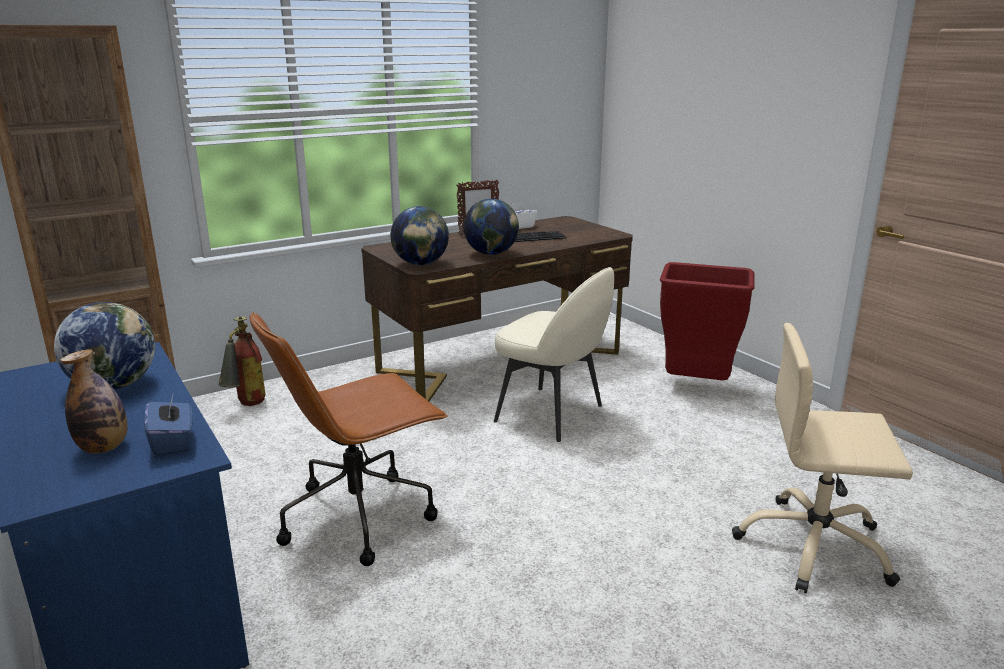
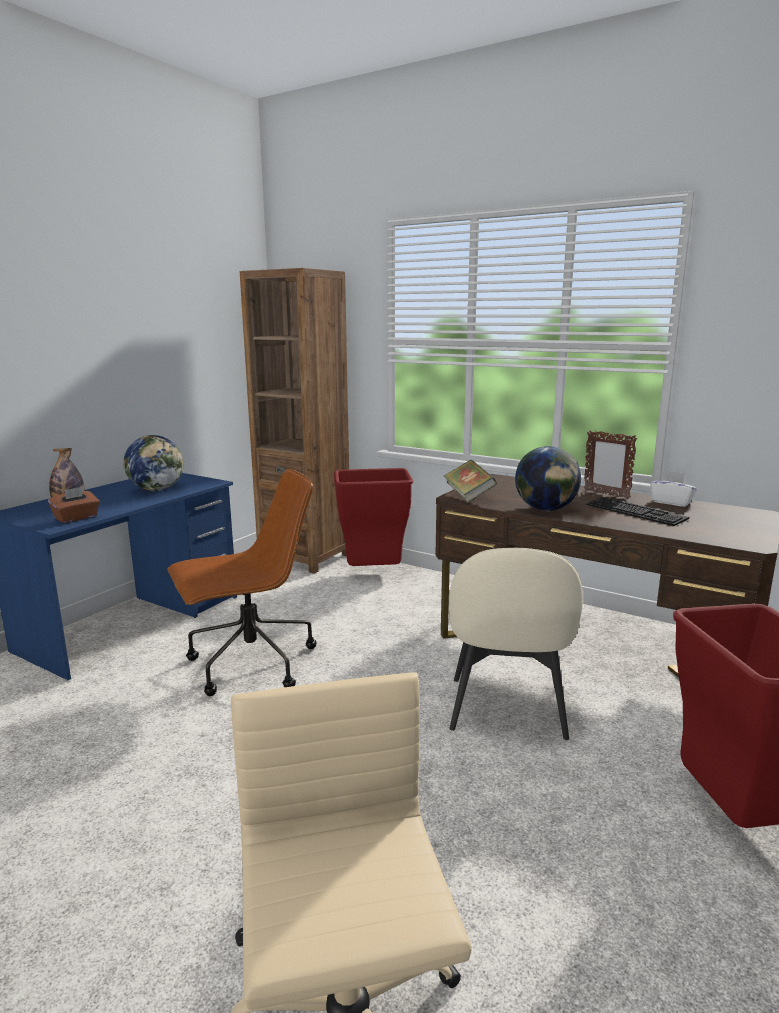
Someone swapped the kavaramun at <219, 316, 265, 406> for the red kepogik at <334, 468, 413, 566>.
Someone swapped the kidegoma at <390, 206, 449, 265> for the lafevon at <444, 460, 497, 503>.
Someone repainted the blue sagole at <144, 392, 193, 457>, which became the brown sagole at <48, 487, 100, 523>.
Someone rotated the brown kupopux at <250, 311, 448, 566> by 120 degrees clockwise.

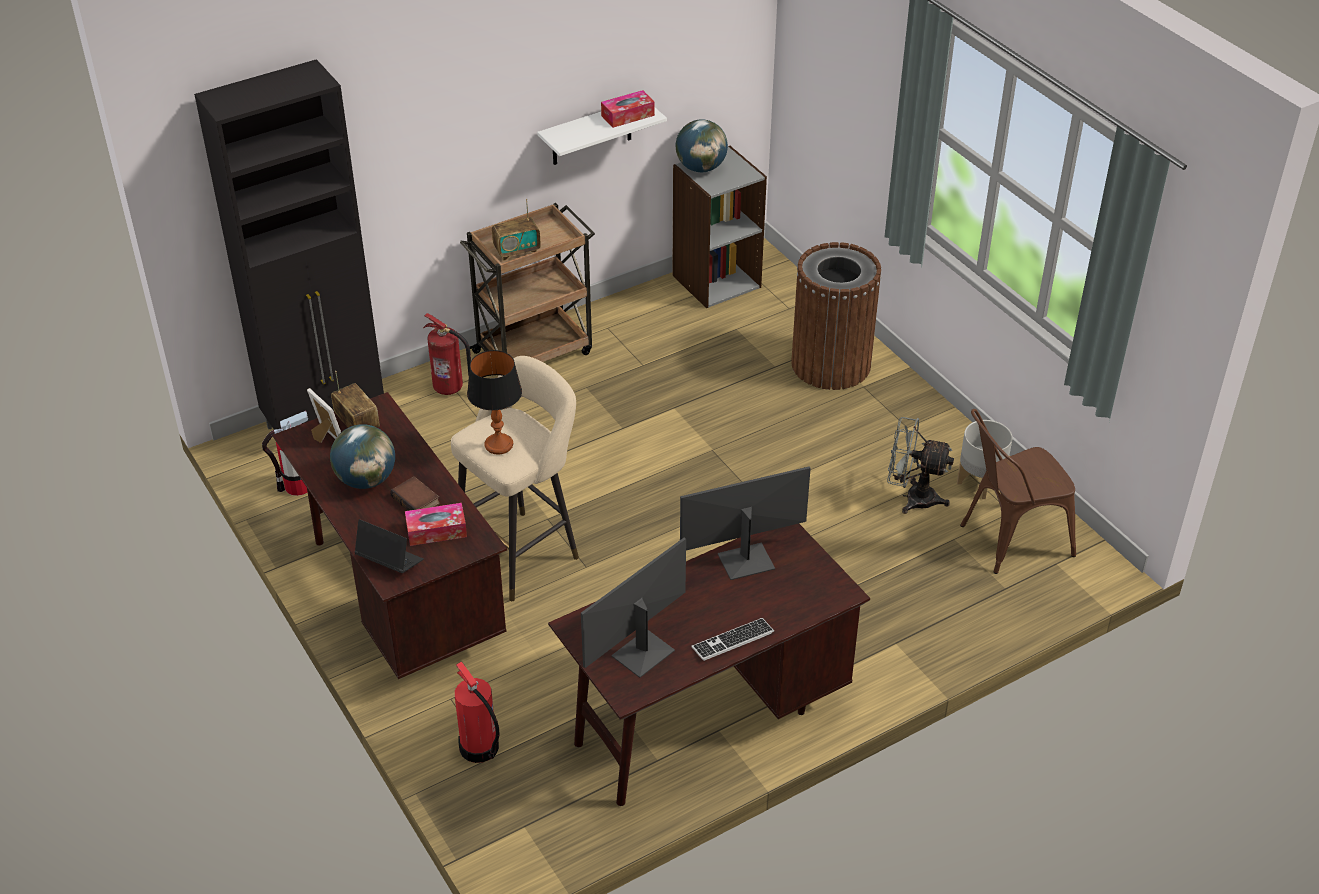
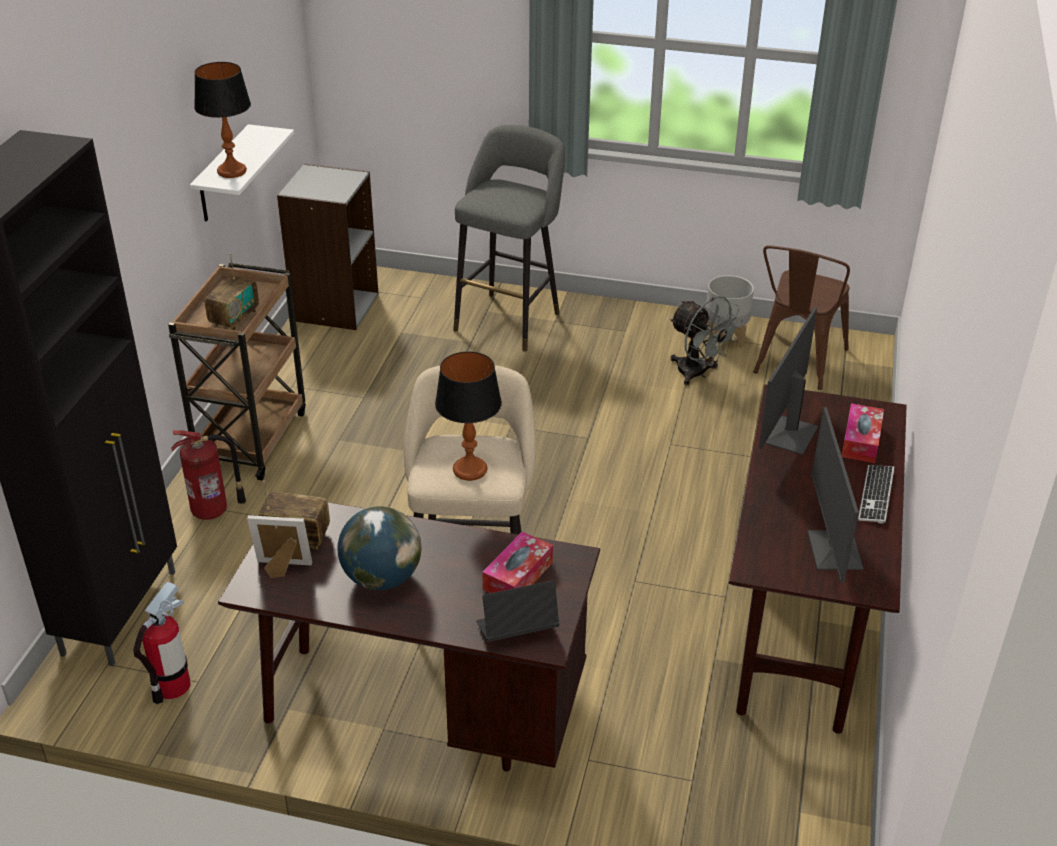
Someone took away the lafevon at <390, 476, 440, 511>.
Someone took away the kavaramun at <455, 661, 499, 763>.
Someone took away the kidegoma at <676, 119, 728, 172>.
Someone put down the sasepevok at <194, 62, 251, 178>.
Someone carried the sagole from <601, 90, 655, 128> to <842, 403, 884, 463>.
Someone swapped the brown kepogik at <791, 242, 881, 390> for the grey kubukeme at <453, 125, 565, 352>.
Someone rotated the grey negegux at <887, 417, 954, 514> by 105 degrees counterclockwise.

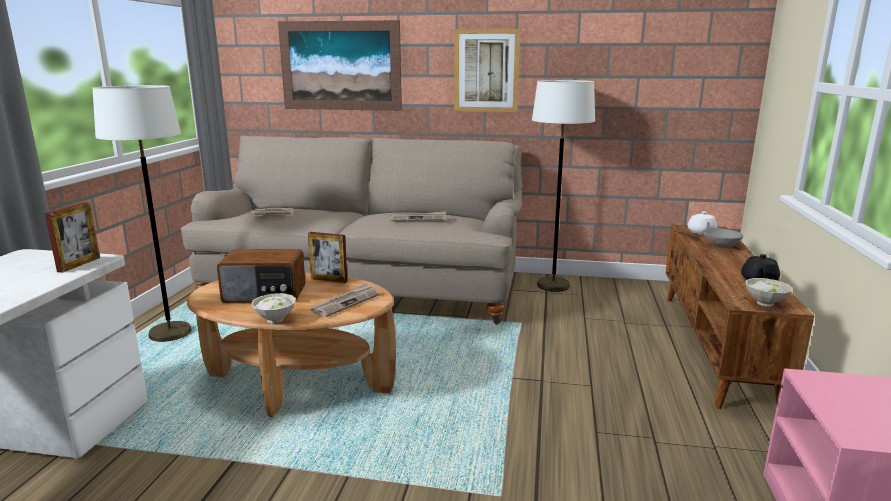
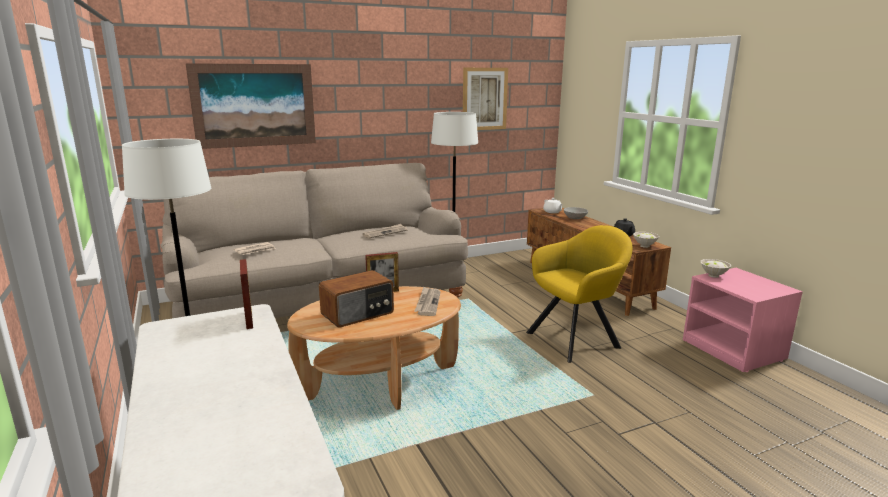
Someone put down the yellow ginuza at <526, 225, 633, 363>.
Someone carried the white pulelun from <251, 293, 296, 323> to <701, 259, 731, 278>.
Someone carried the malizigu from <454, 29, 520, 112> to <463, 68, 508, 130>.

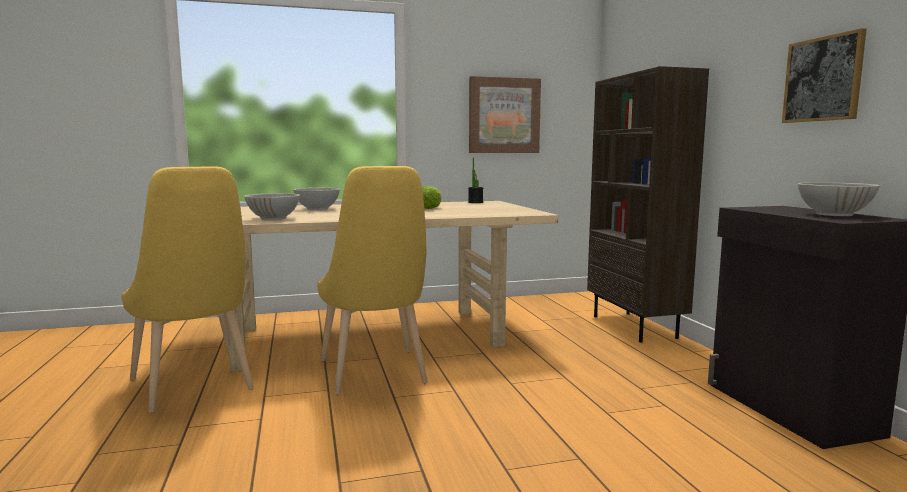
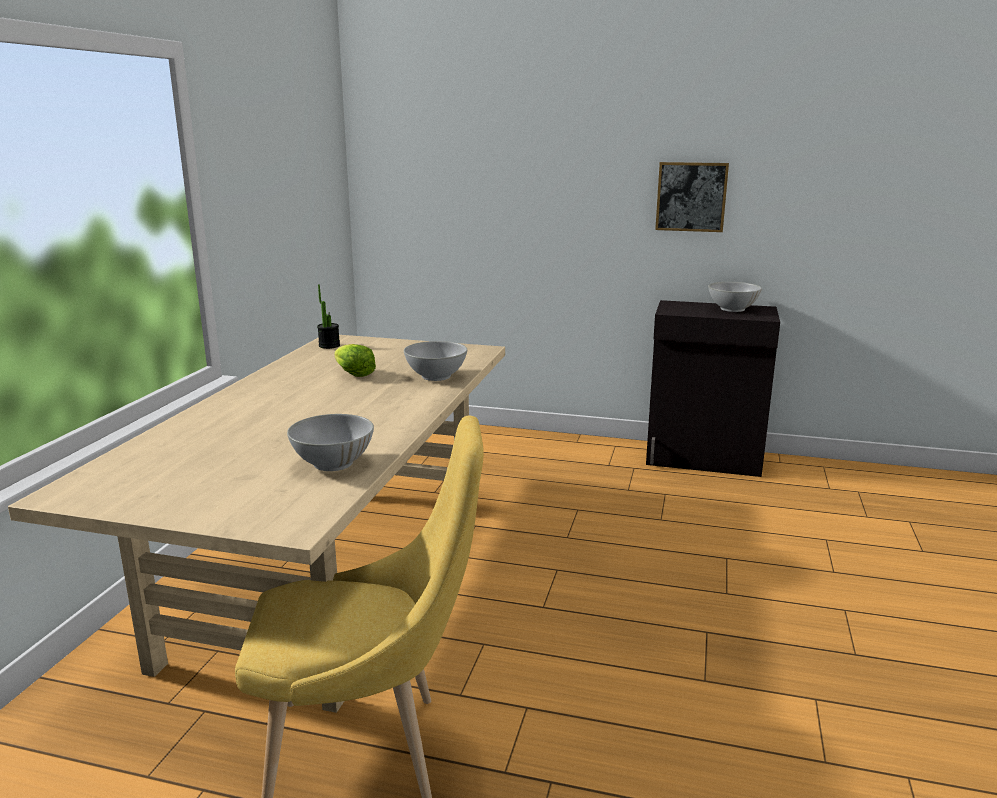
Someone took away the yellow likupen at <317, 166, 427, 395>.
Someone took away the malizigu at <469, 76, 541, 153>.
Someone took away the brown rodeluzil at <587, 66, 709, 342>.
Someone carried the white pulelun from <293, 188, 340, 210> to <404, 341, 467, 381>.

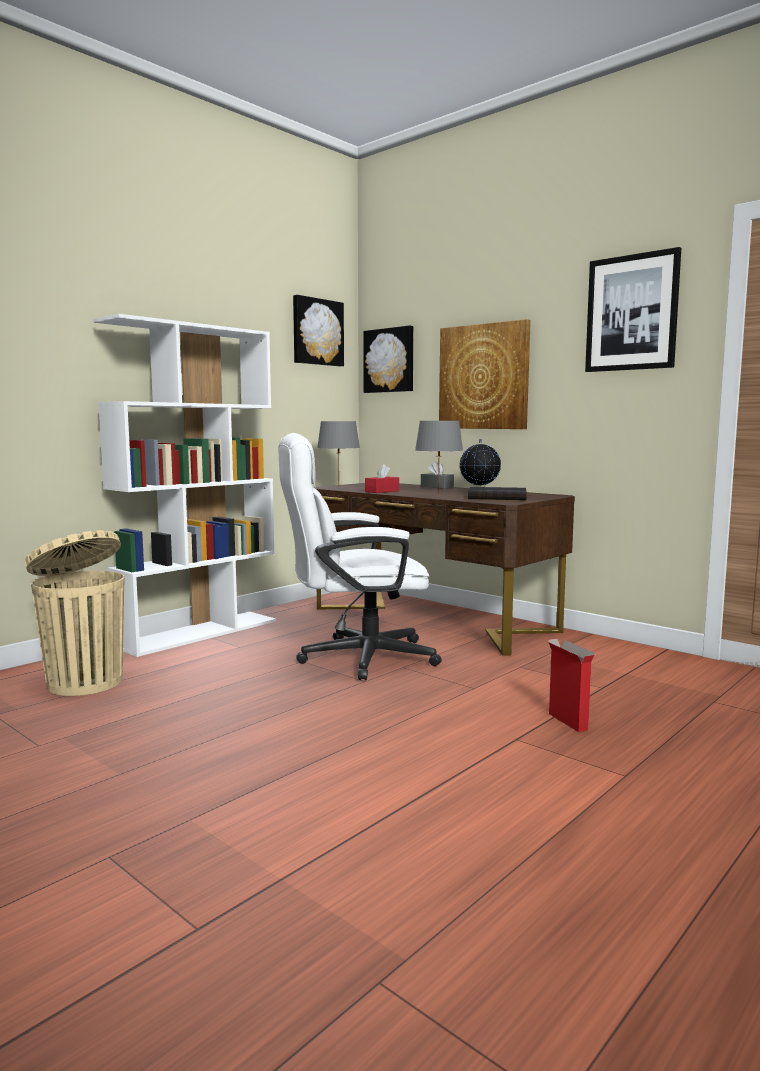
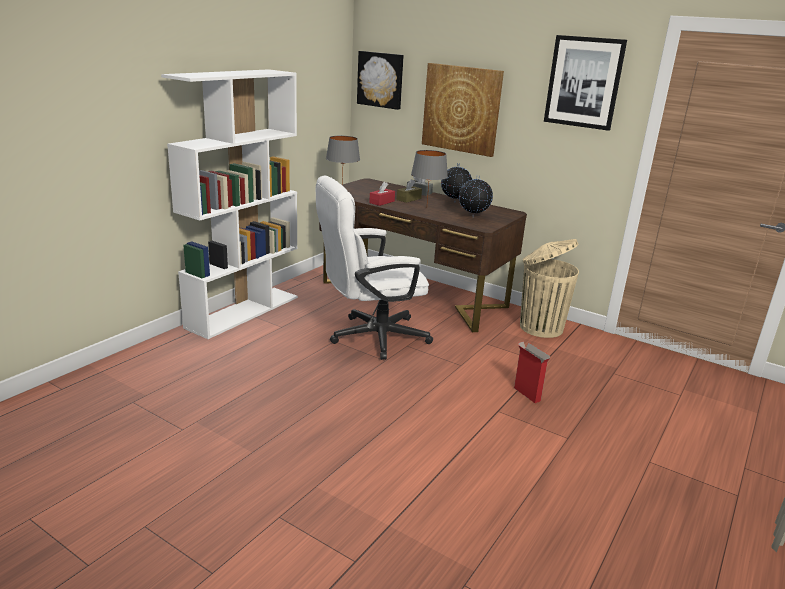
Someone took away the malizigu at <293, 295, 344, 366>.
Someone put down the brown sagole at <397, 179, 422, 203>.
Someone carried the beige kepogik from <25, 530, 125, 696> to <520, 239, 579, 338>.
Someone swapped the black lafevon at <468, 487, 527, 500> for the kidegoma at <459, 175, 493, 216>.

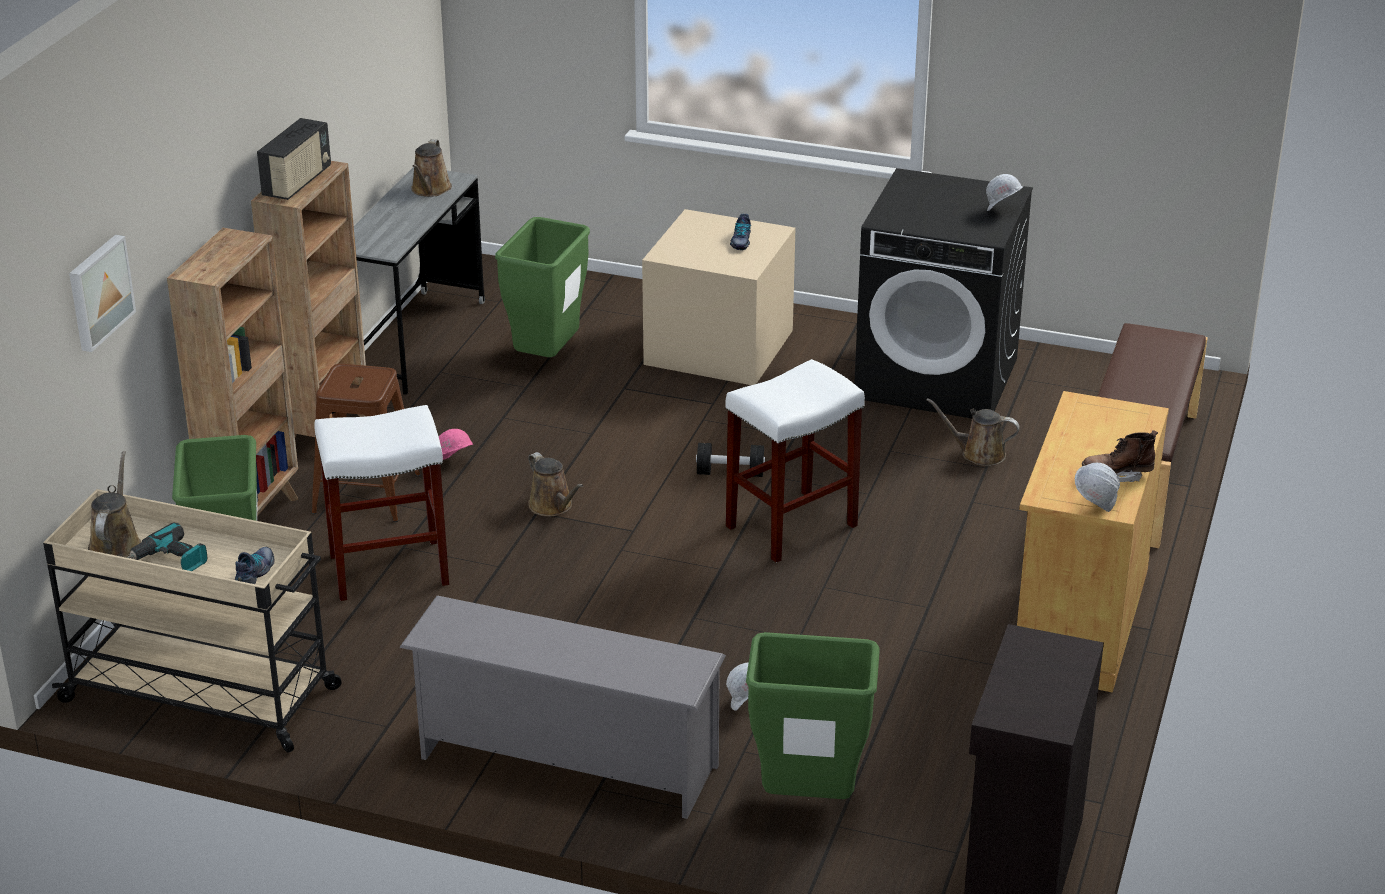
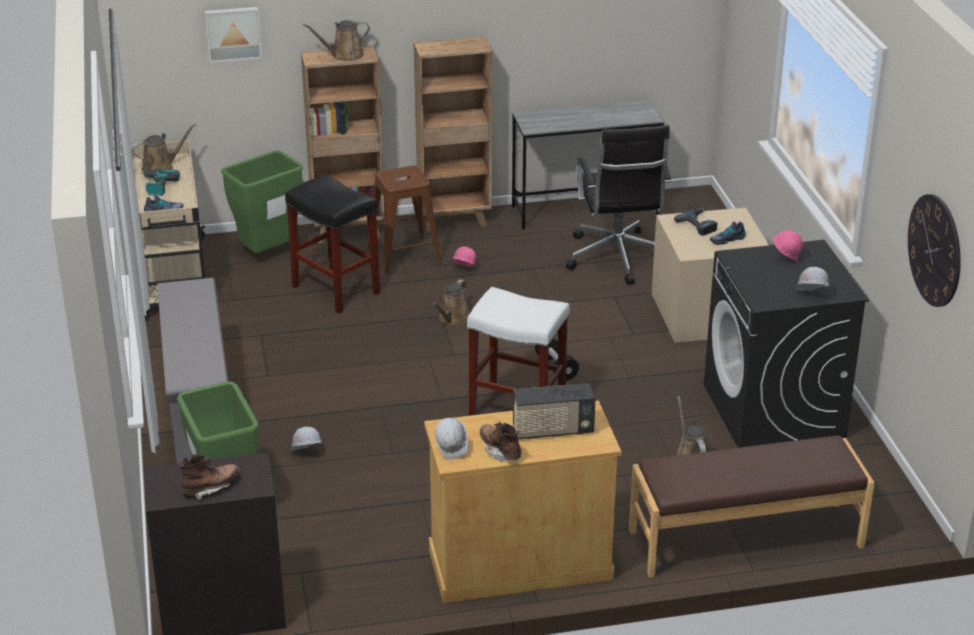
Someone put down the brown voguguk at <179, 454, 239, 500>.
Someone put down the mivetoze at <674, 208, 718, 236>.
Someone put down the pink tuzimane at <773, 230, 803, 262>.
Someone put up the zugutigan at <908, 194, 961, 307>.
Someone carried the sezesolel from <257, 118, 331, 200> to <513, 383, 595, 439>.
Someone carried the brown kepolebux from <411, 139, 452, 197> to <303, 20, 370, 61>.
Someone swapped the green kepogik at <495, 217, 590, 357> for the black kupopux at <566, 125, 672, 285>.
Someone repainted the white kubukeme at <314, 405, 449, 601>, which became the black kubukeme at <285, 174, 380, 314>.

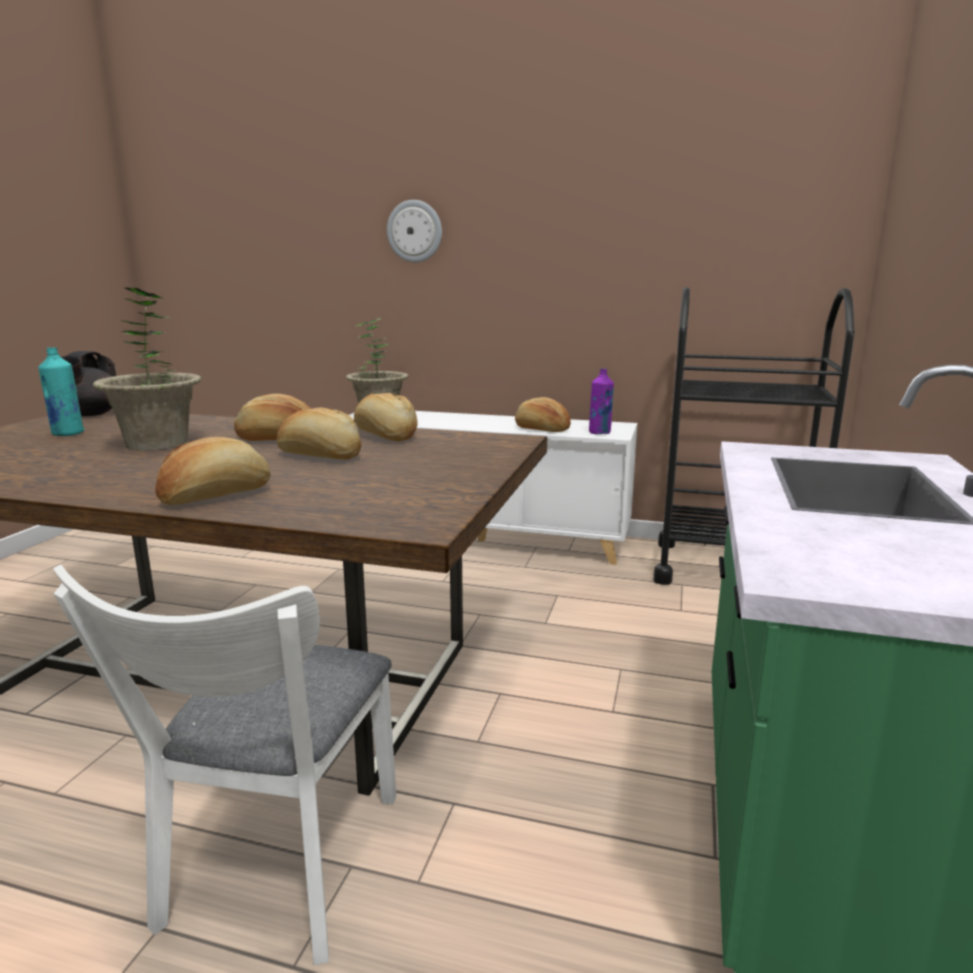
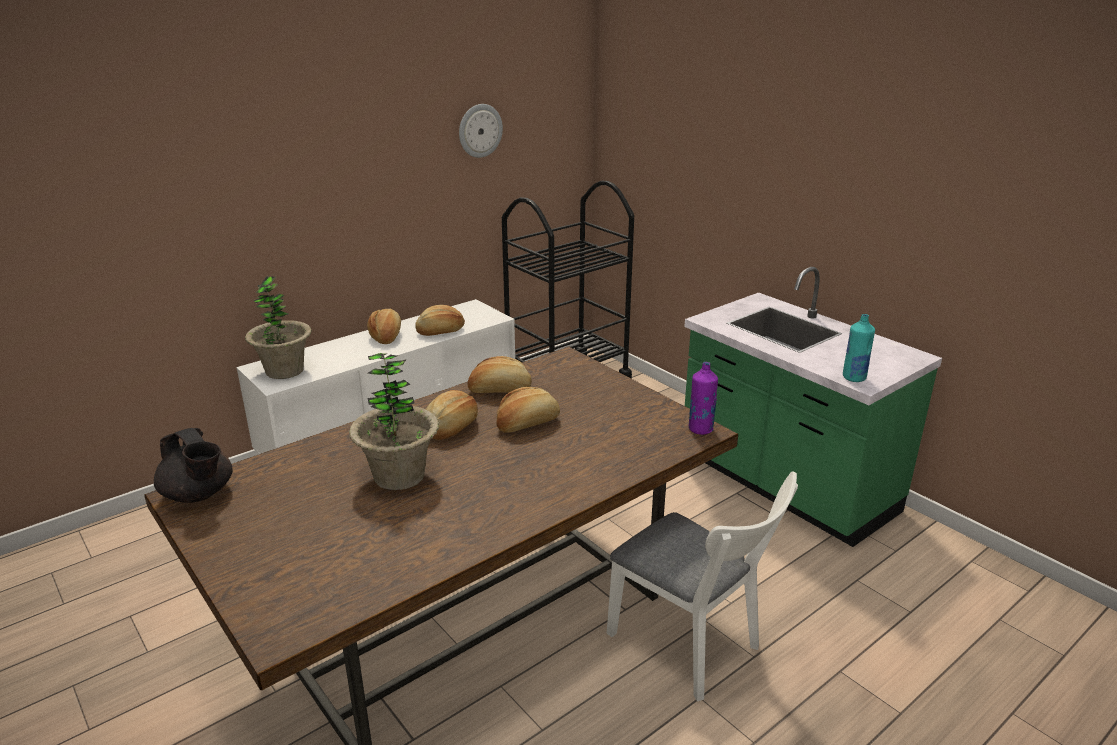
Someone carried the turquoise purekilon from <38, 347, 85, 436> to <843, 314, 875, 382>.
Someone carried the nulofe from <155, 437, 271, 505> to <367, 308, 401, 344>.
Someone carried the zugutigan from <387, 200, 442, 262> to <459, 104, 503, 158>.
Someone carried the purple purekilon from <589, 369, 614, 434> to <689, 362, 718, 435>.

